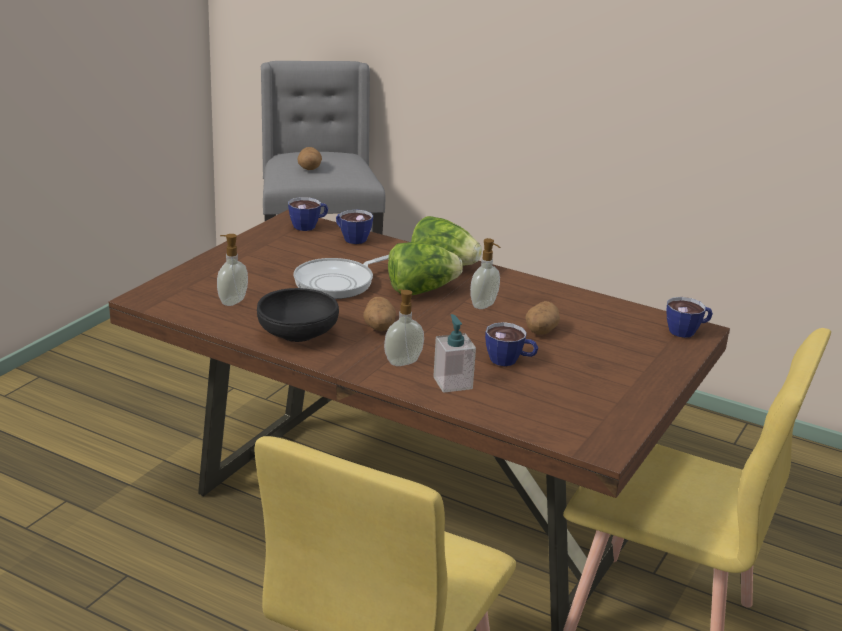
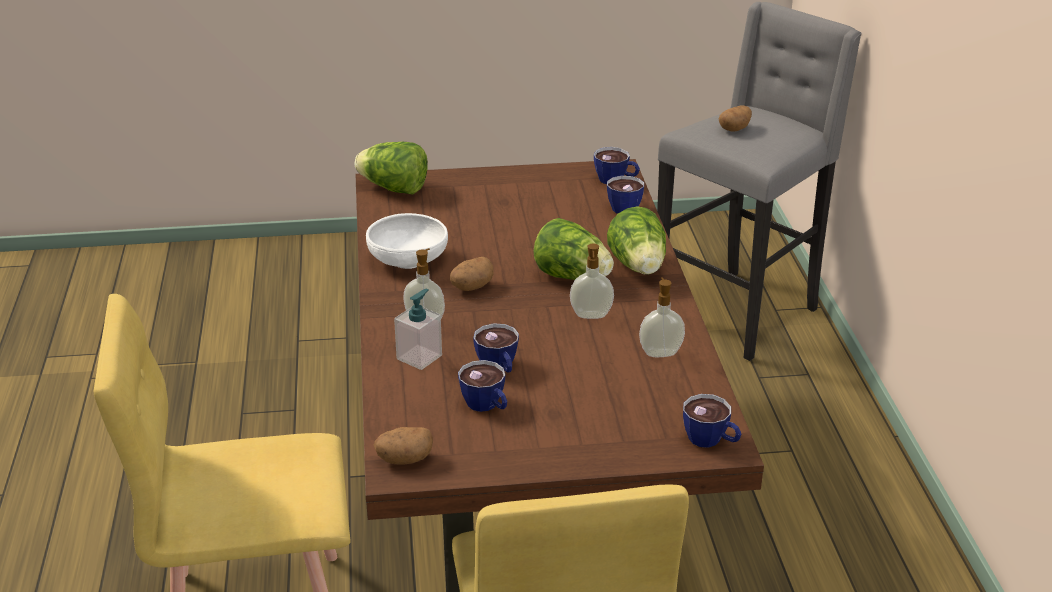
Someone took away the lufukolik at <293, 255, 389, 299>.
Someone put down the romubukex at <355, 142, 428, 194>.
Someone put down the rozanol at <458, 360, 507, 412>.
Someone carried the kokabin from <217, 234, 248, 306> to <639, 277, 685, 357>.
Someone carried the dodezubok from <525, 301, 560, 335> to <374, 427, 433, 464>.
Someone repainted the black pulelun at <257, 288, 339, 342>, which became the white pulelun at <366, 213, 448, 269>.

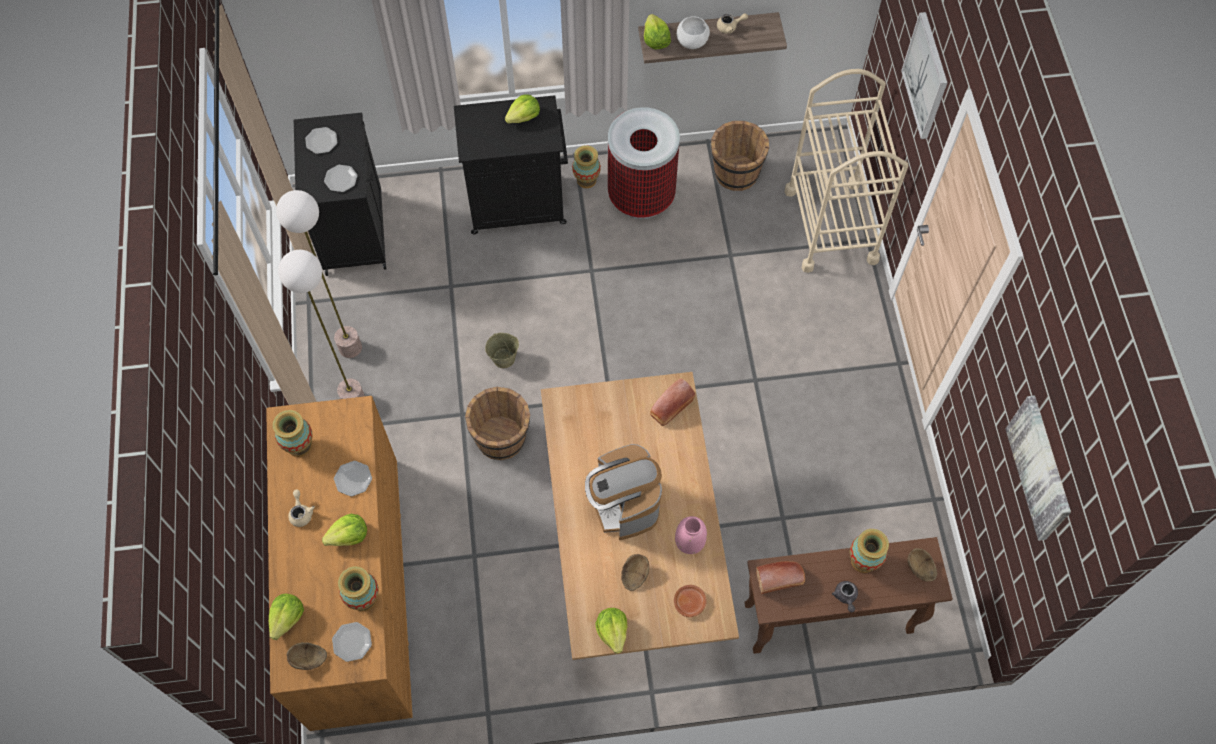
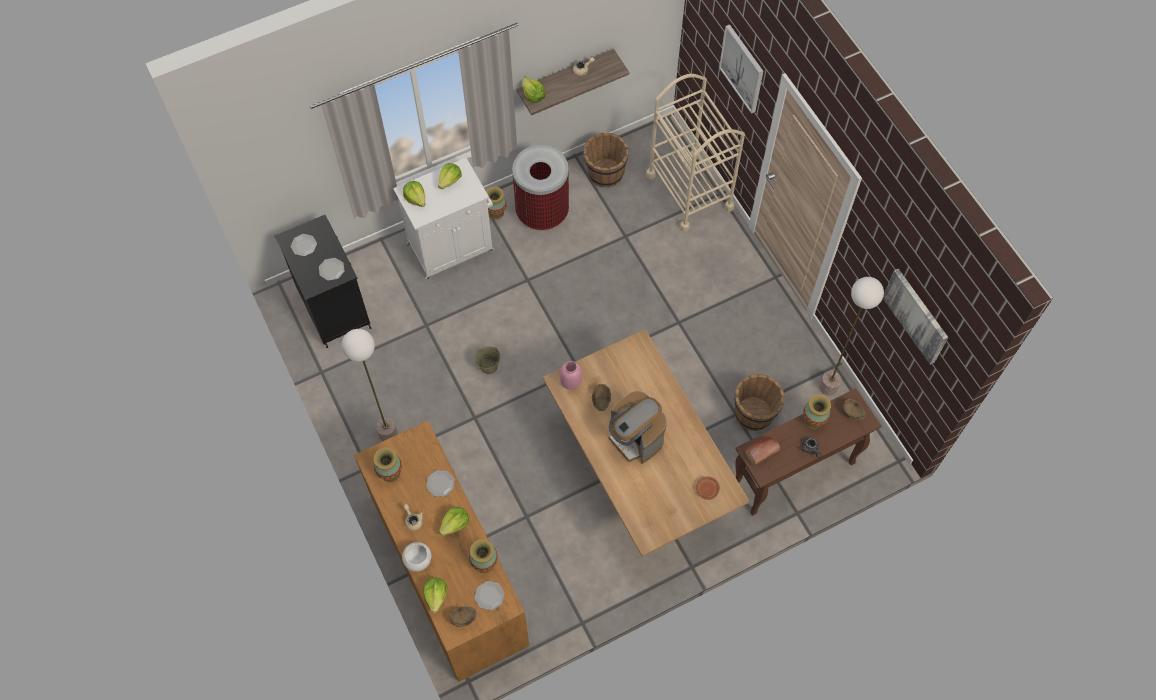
Someone took away the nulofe at <650, 378, 695, 426>.
Someone carried the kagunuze from <276, 190, 362, 358> to <819, 277, 884, 396>.
Someone carried the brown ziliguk from <465, 387, 530, 460> to <734, 374, 785, 431>.
Someone carried the romubukex from <595, 608, 627, 654> to <403, 181, 425, 207>.
Someone carried the brown pulelun from <621, 554, 649, 591> to <592, 384, 611, 411>.
Someone carried the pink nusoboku from <675, 516, 707, 554> to <560, 361, 582, 390>.
Someone carried the white pulelun from <677, 16, 710, 49> to <402, 542, 432, 572>.
Someone repainted the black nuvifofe at <454, 95, 568, 234>, which became the white nuvifofe at <393, 158, 495, 281>.

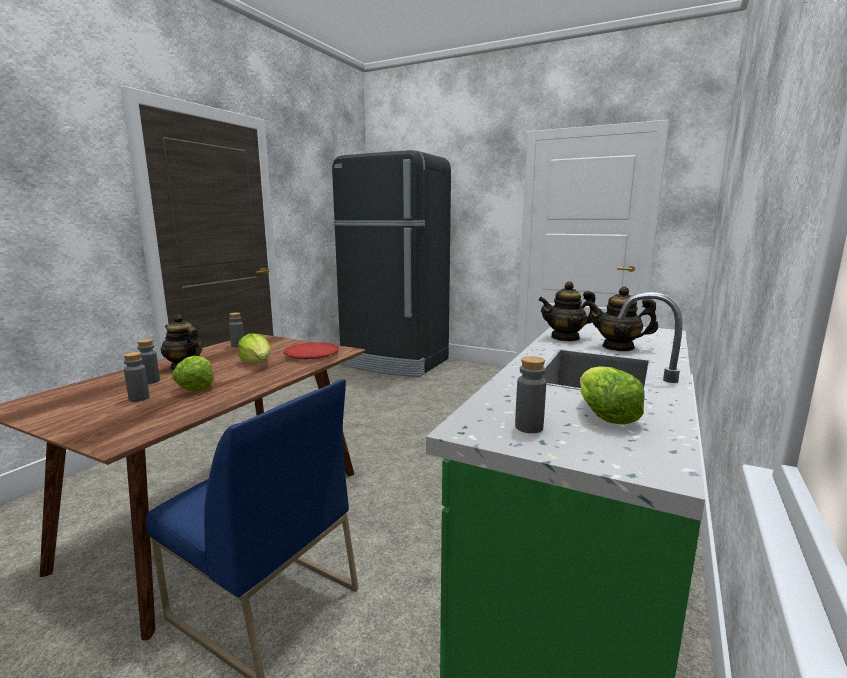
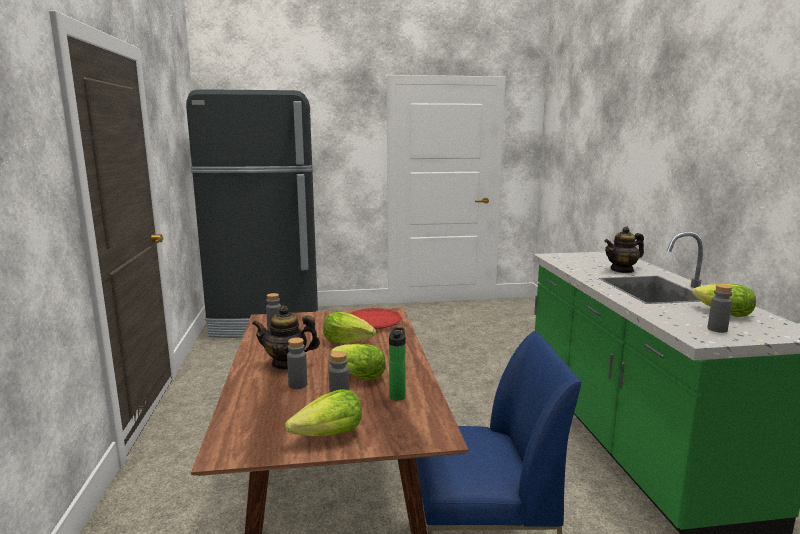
Someone took away the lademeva at <539, 281, 596, 341>.
Someone put down the romubukex at <285, 389, 362, 436>.
Someone put down the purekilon at <389, 327, 406, 401>.

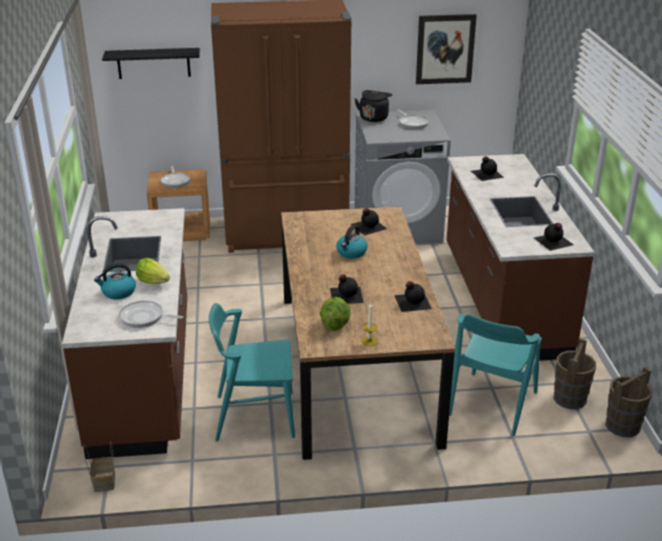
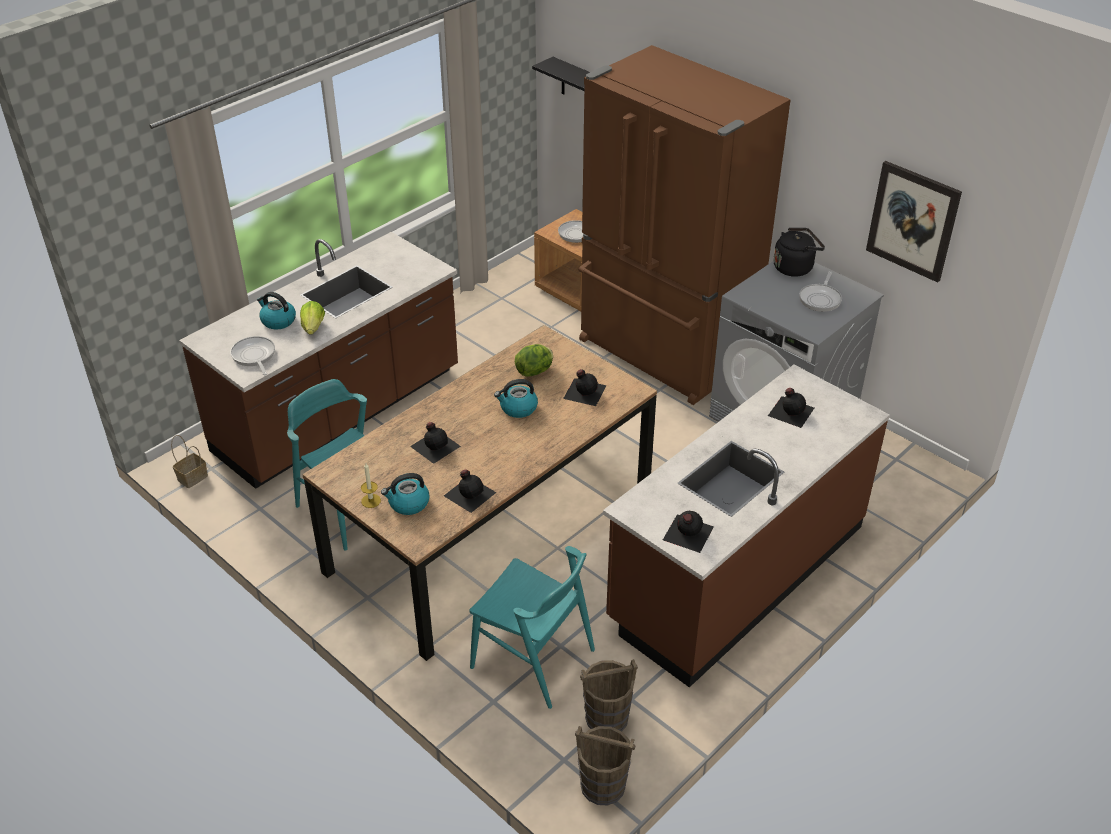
Someone put down the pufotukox at <381, 473, 430, 515>.
Someone carried the romubukex from <320, 297, 350, 331> to <515, 344, 553, 377>.
Someone rotated the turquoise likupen at <449, 314, 542, 436> by 135 degrees counterclockwise.

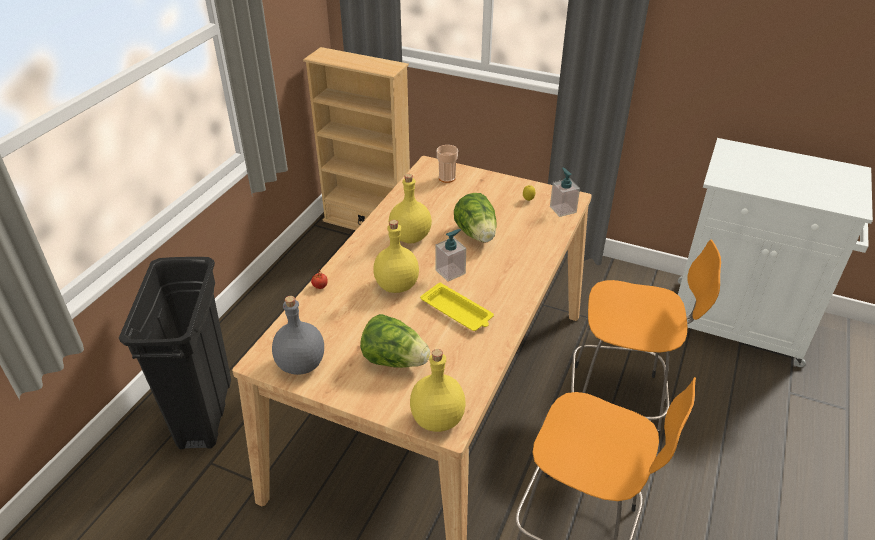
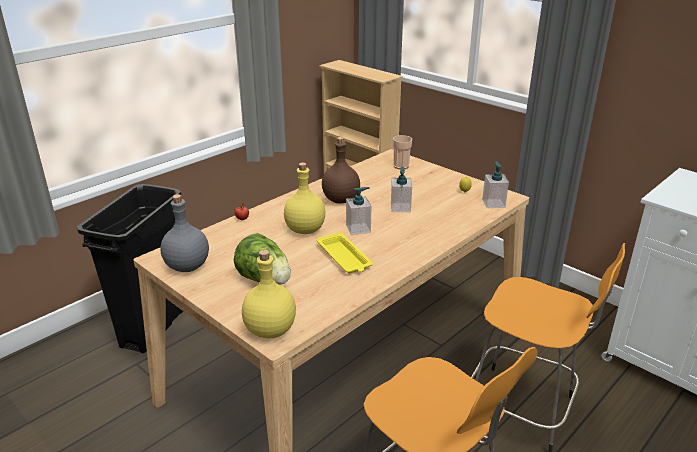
Someone swapped the romubukex at <454, 193, 497, 242> for the kokabin at <391, 167, 412, 212>.
Someone repainted the yellow purekilon at <389, 174, 432, 243>, which became the brown purekilon at <322, 137, 360, 203>.

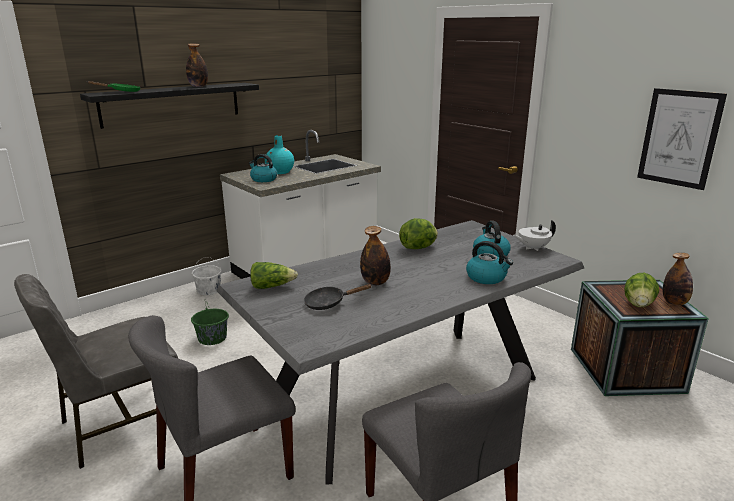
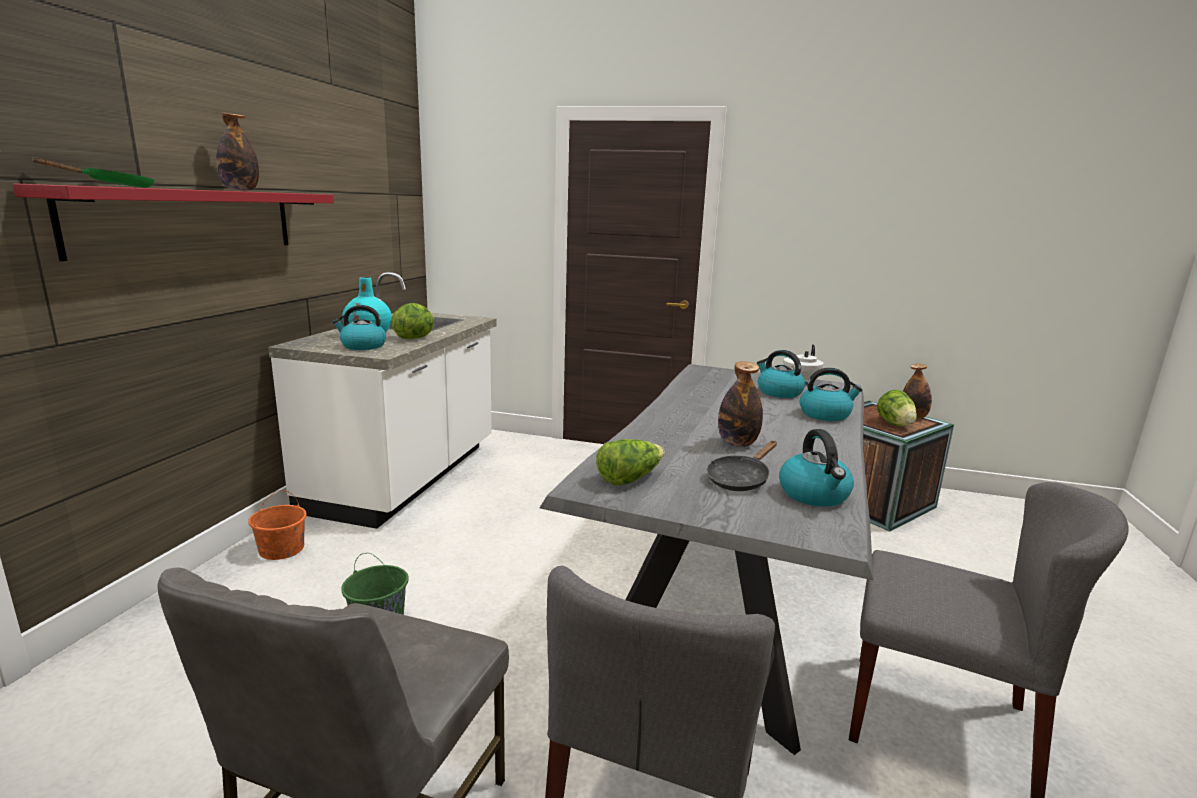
Someone took away the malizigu at <637, 88, 727, 190>.
Someone put down the pufotukox at <779, 429, 854, 507>.
Someone carried the romubukex from <399, 218, 438, 249> to <391, 303, 434, 339>.
Someone repainted the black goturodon at <80, 83, 259, 129>, which became the red goturodon at <13, 183, 334, 261>.
Someone repainted the white ziliguk at <192, 257, 222, 295>, which became the orange ziliguk at <248, 490, 307, 560>.

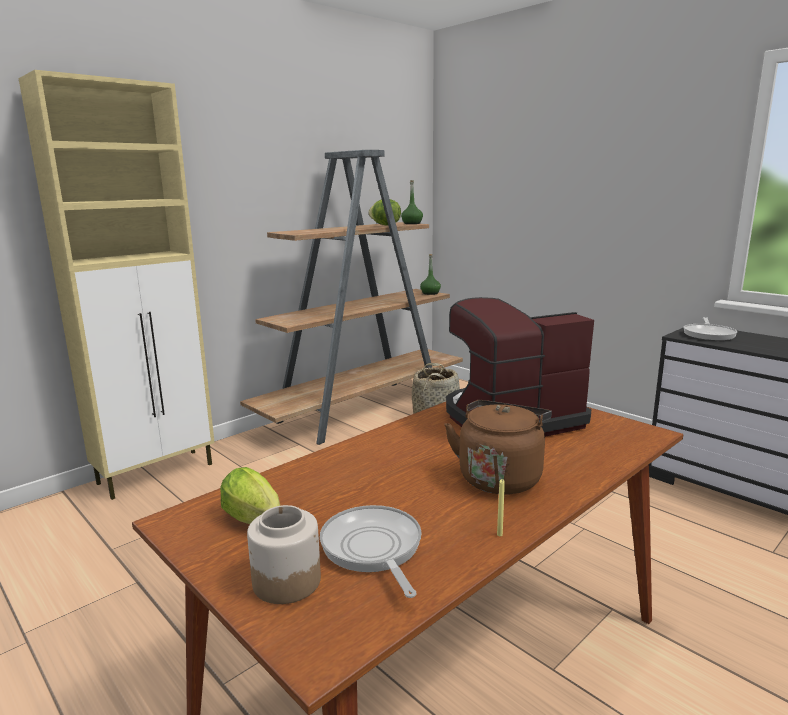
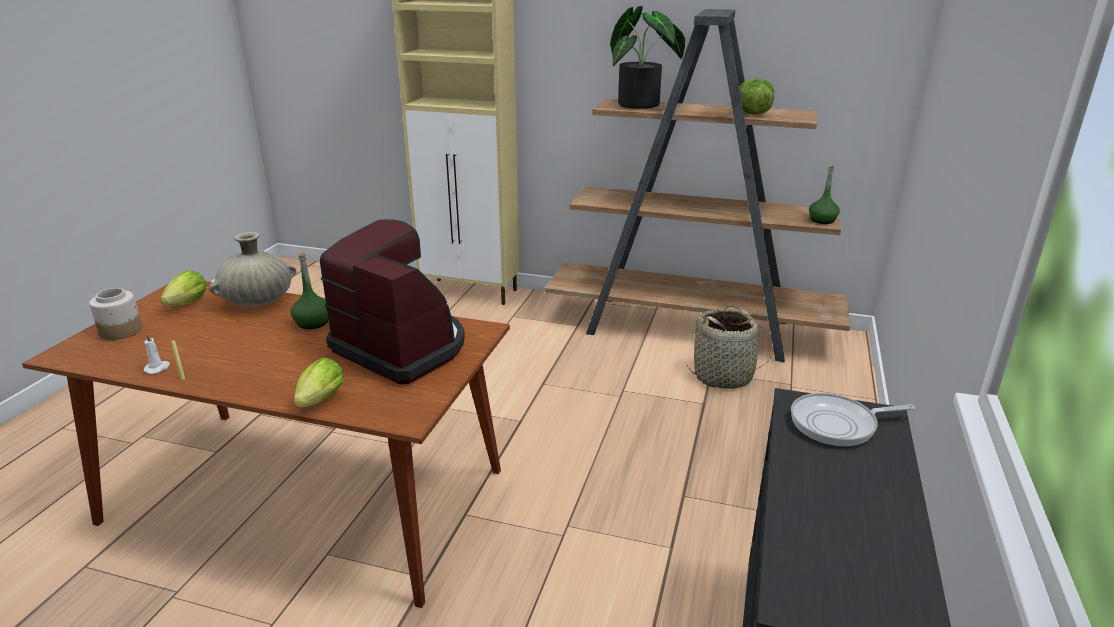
Someone took away the lufukolik at <320, 505, 422, 598>.
Someone took away the brown pufotukox at <444, 400, 552, 494>.
Someone put down the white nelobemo at <144, 333, 170, 374>.
Someone put down the beige nusoboku at <209, 232, 297, 307>.
Someone put down the romubukex at <294, 358, 344, 407>.
Someone put down the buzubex at <610, 6, 685, 109>.
Someone carried the green purekilon from <401, 180, 423, 224> to <290, 253, 329, 329>.

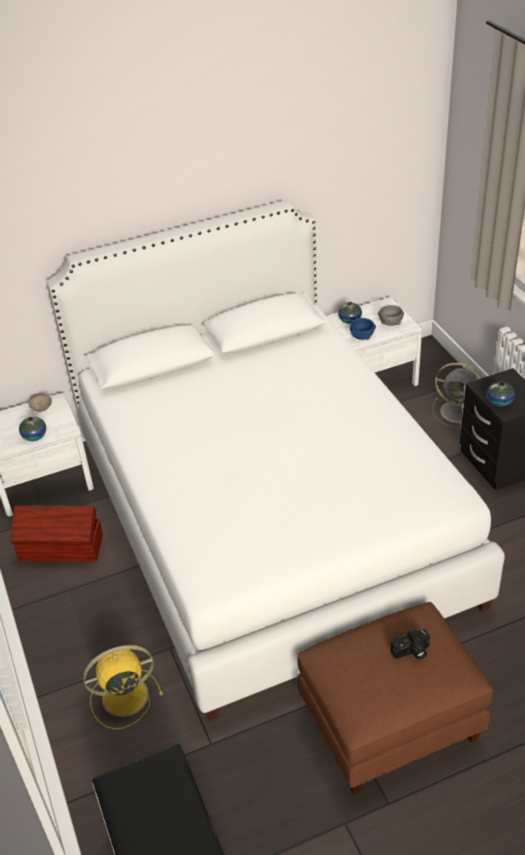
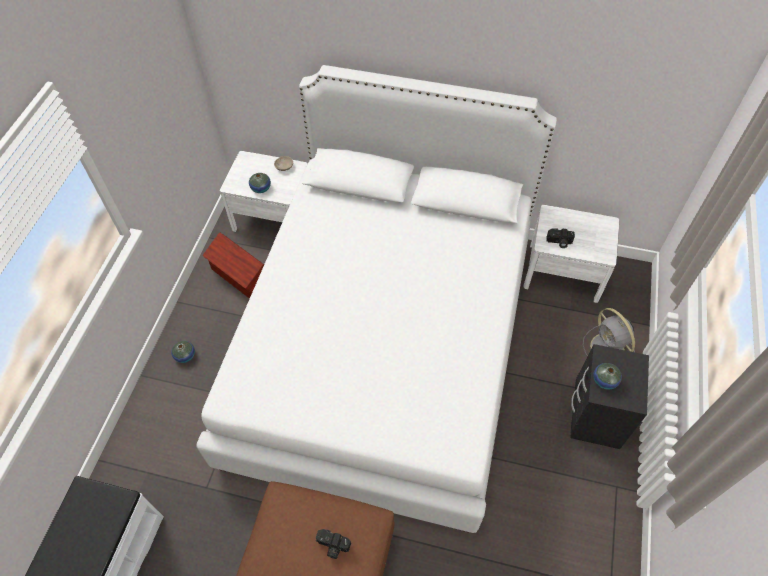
Someone took away the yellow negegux at <83, 645, 163, 729>.
Someone took away the grey pulelun at <378, 305, 404, 326>.
Someone carried the nusoboku from <338, 302, 362, 324> to <171, 341, 195, 363>.
Someone swapped the blue pulelun at <350, 318, 376, 340> for the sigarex at <547, 228, 575, 248>.

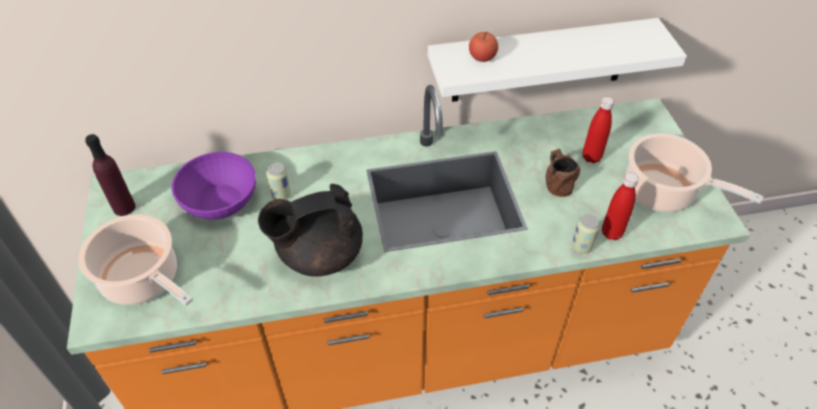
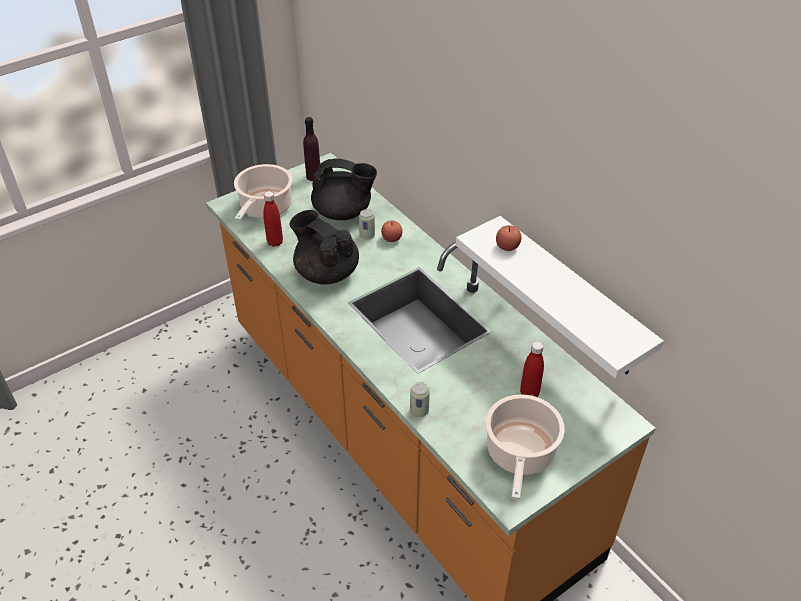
Someone took away the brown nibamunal at <546, 149, 580, 197>.
Someone put down the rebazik at <381, 220, 403, 242>.
Someone carried the red purekilon from <602, 172, 639, 240> to <263, 191, 283, 247>.
Someone swapped the purple pulelun at <172, 152, 256, 219> for the black lademeva at <311, 159, 377, 220>.

